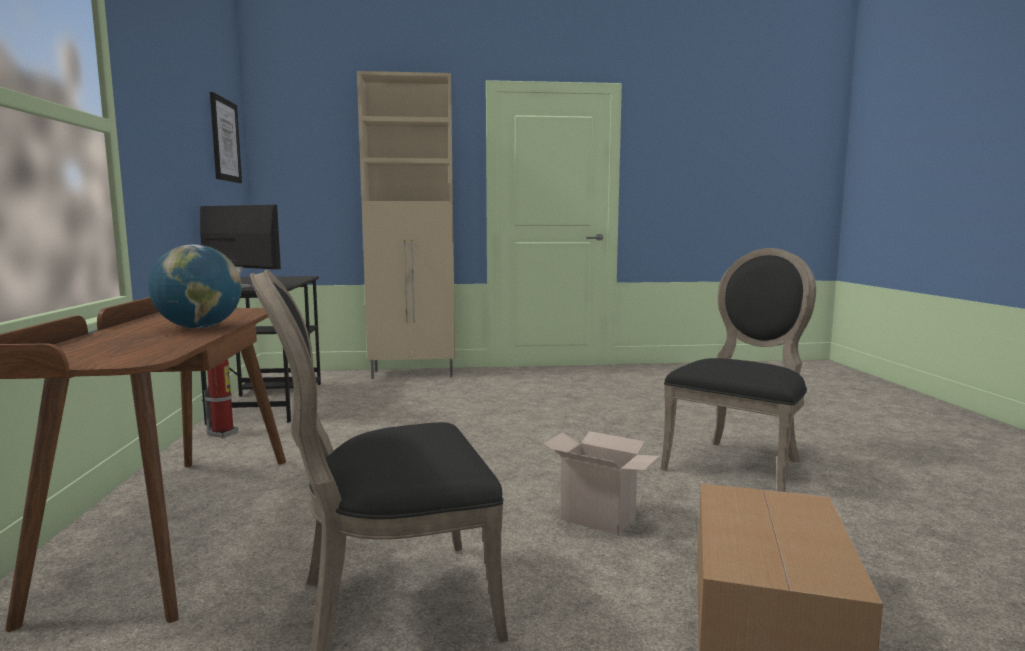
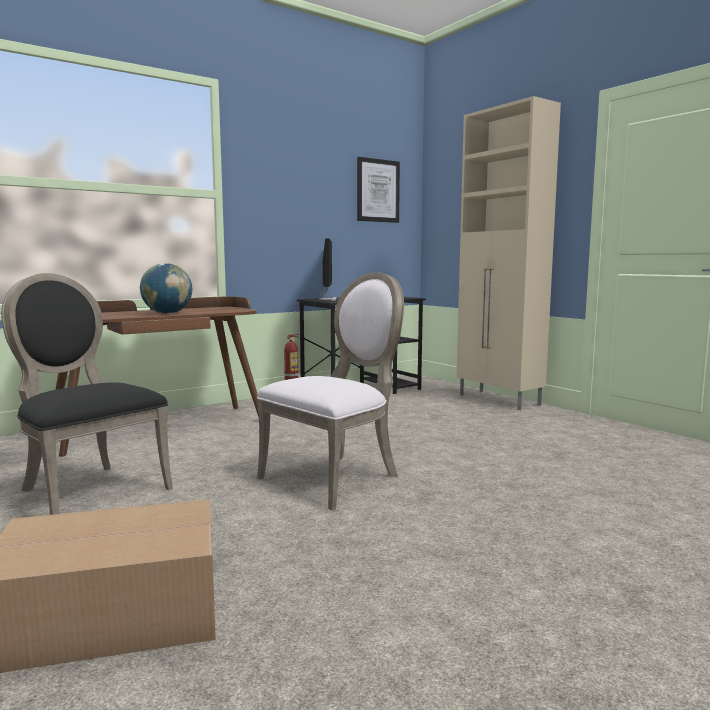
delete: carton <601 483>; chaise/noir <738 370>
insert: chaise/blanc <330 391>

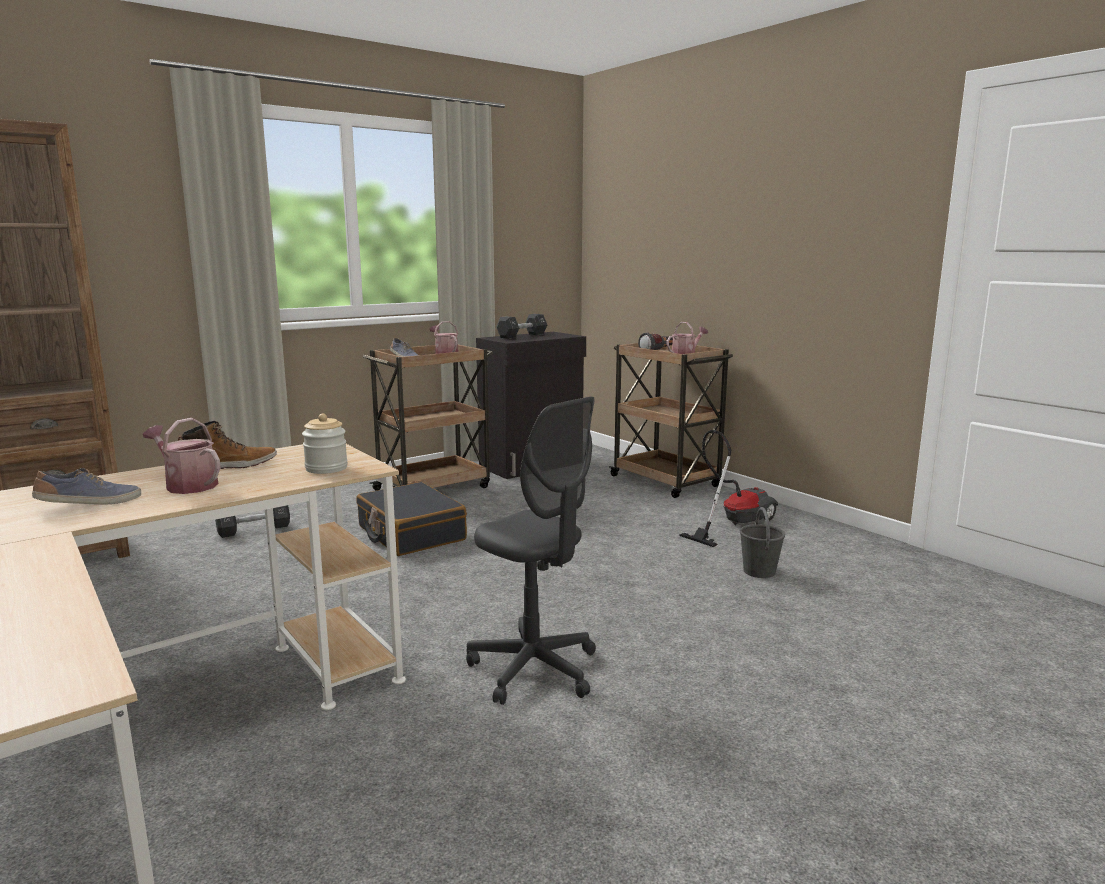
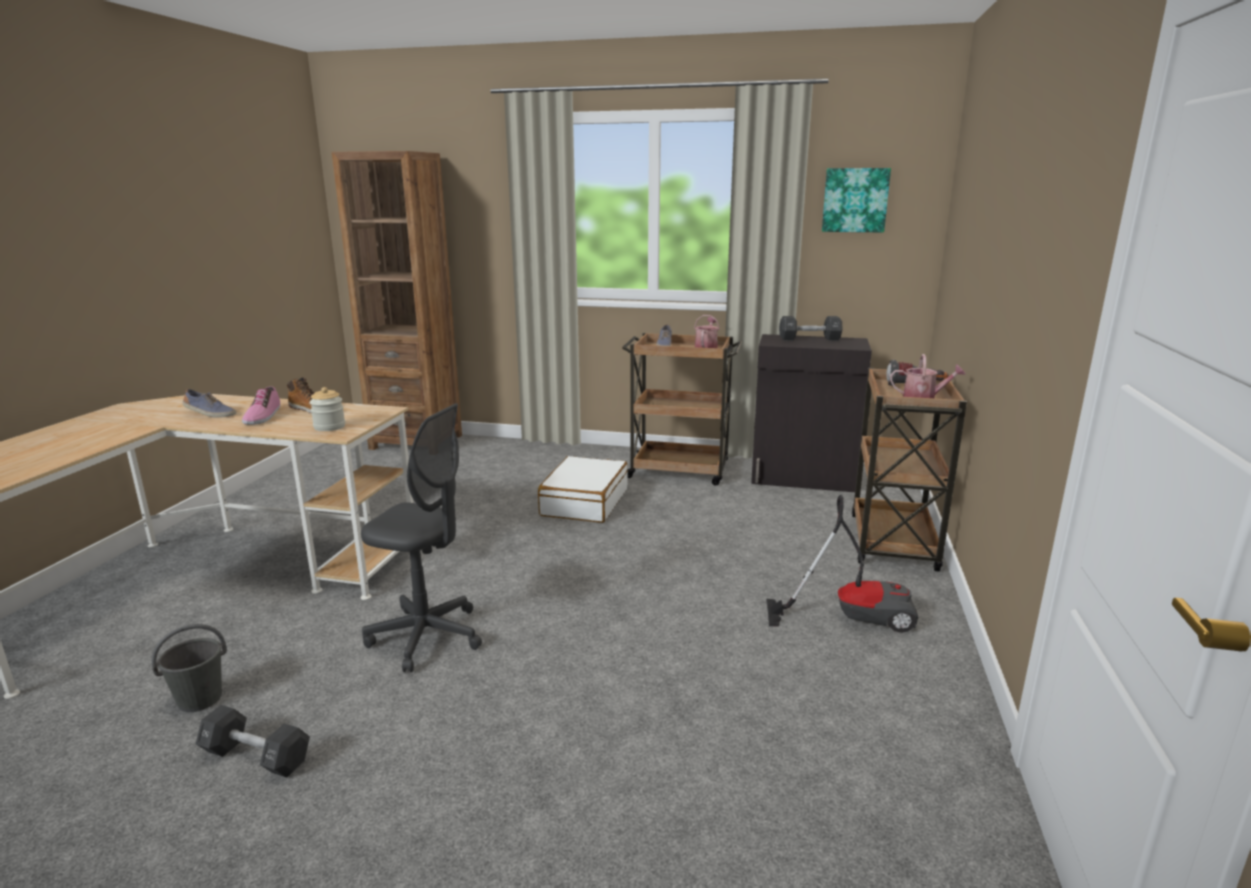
insert: tableau <856 200>
move: haltère/noir <252 521> to <253 741>; seau/gris <762 542> to <189 668>
replace: arrosoir <181 456> to chaussure <261 405>
recolor: valise/noir <411 519> to valise/blanc <583 489>
rotate: chaise de bureau/gris <531 550> = <421 537> 75 degrees counterclockwise

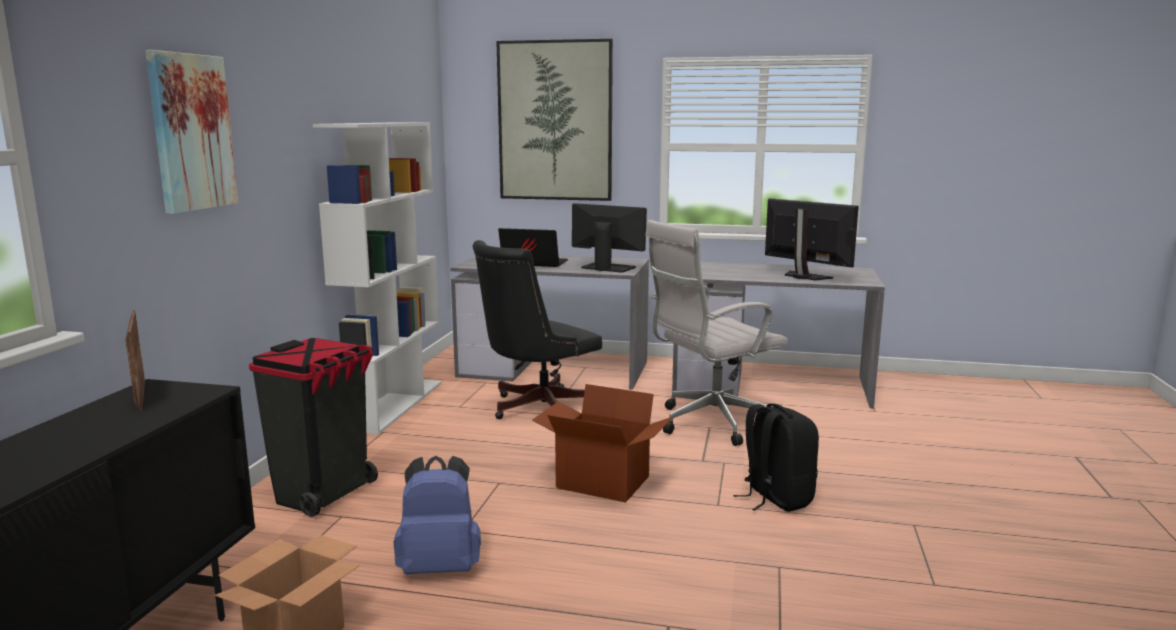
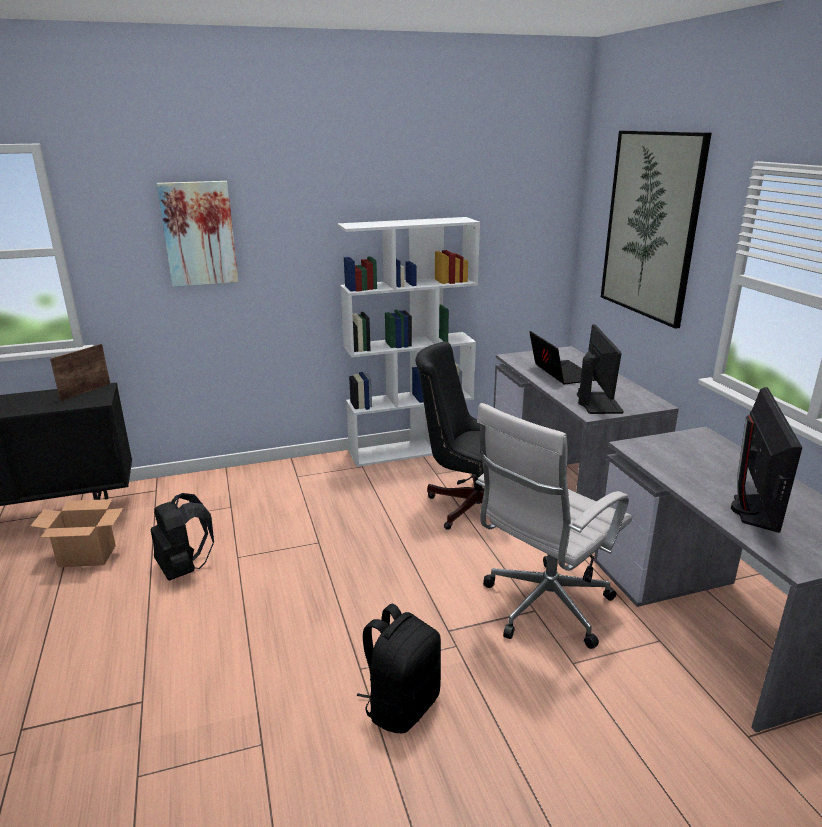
delete: poubelle/noir <313 427>; carton <603 443>
recolor: sac à dos/bleu <437 515> to sac à dos/noir <182 536>
rotate: chaise de bureau/blanc <716 333> = <554 526> 75 degrees counterclockwise

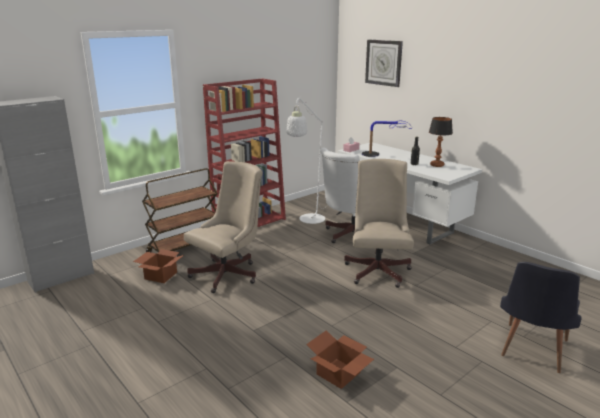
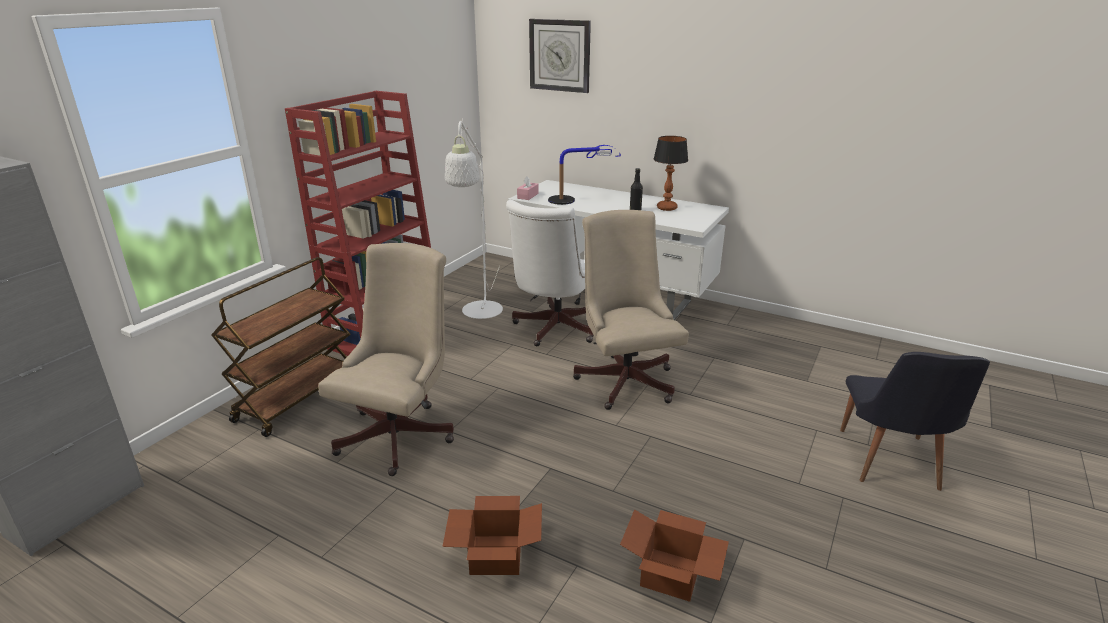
move: carton <158 266> to <492 535>

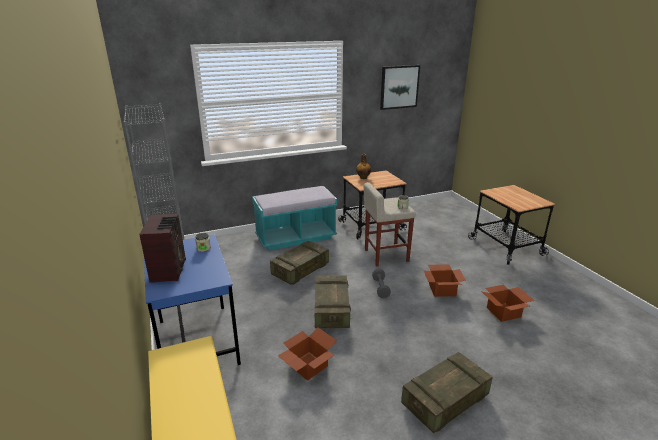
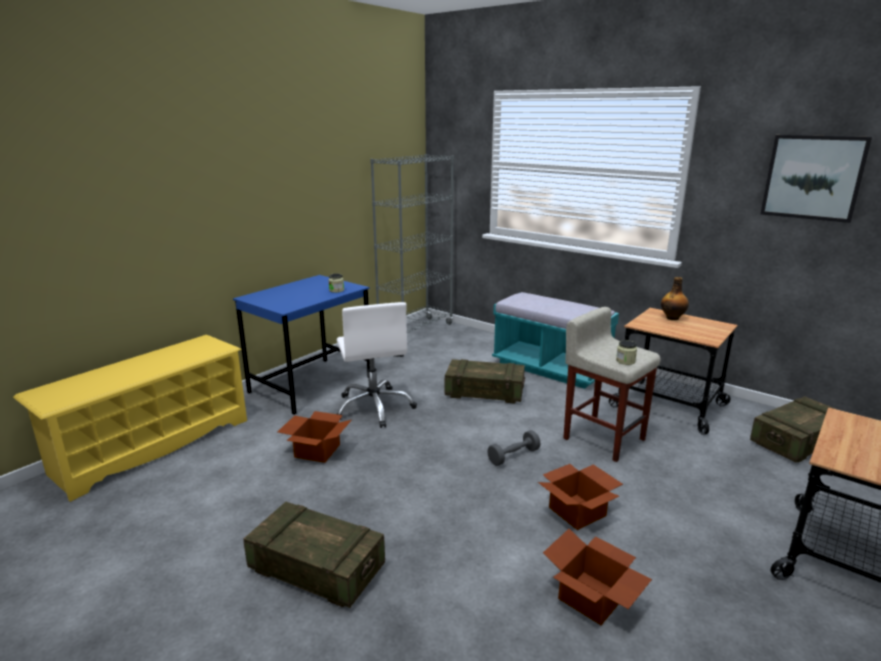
delete: radio <162 248>
insert: chaise de bureau/blanc <377 365>
move: caisse <332 302> to <794 429>

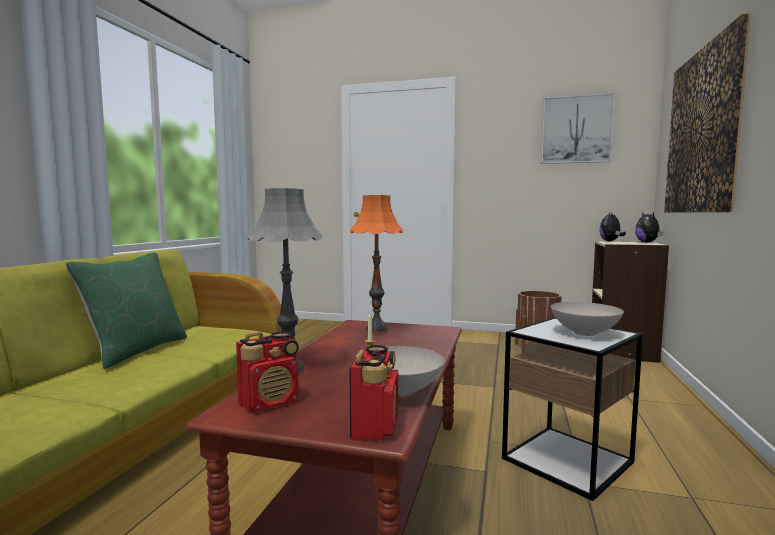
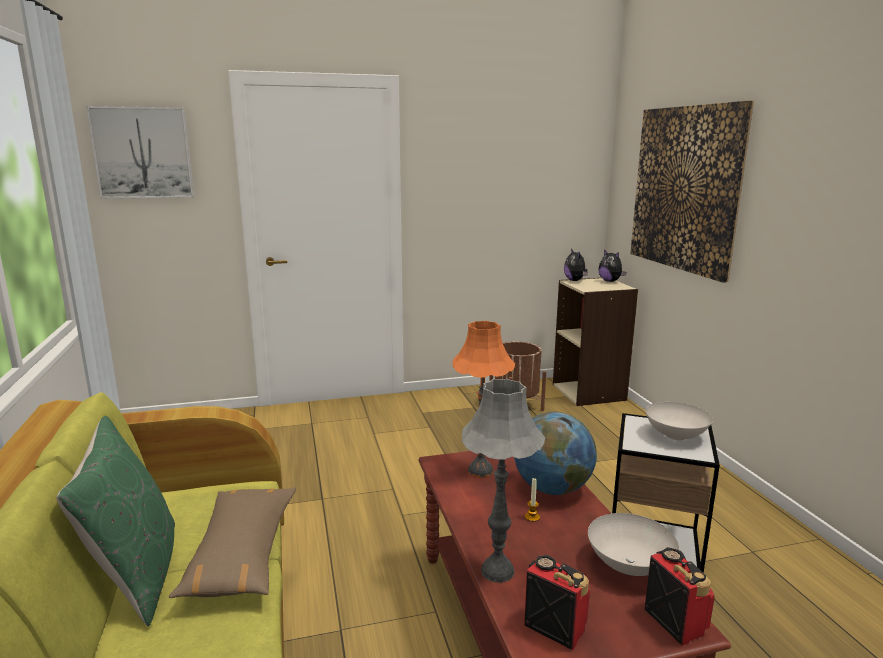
insert: coussin/marron <232 542>; globe <555 453>
move: tableau <578 128> to <140 152>
rotate: radio <267 371> = <557 602> 75 degrees counterclockwise

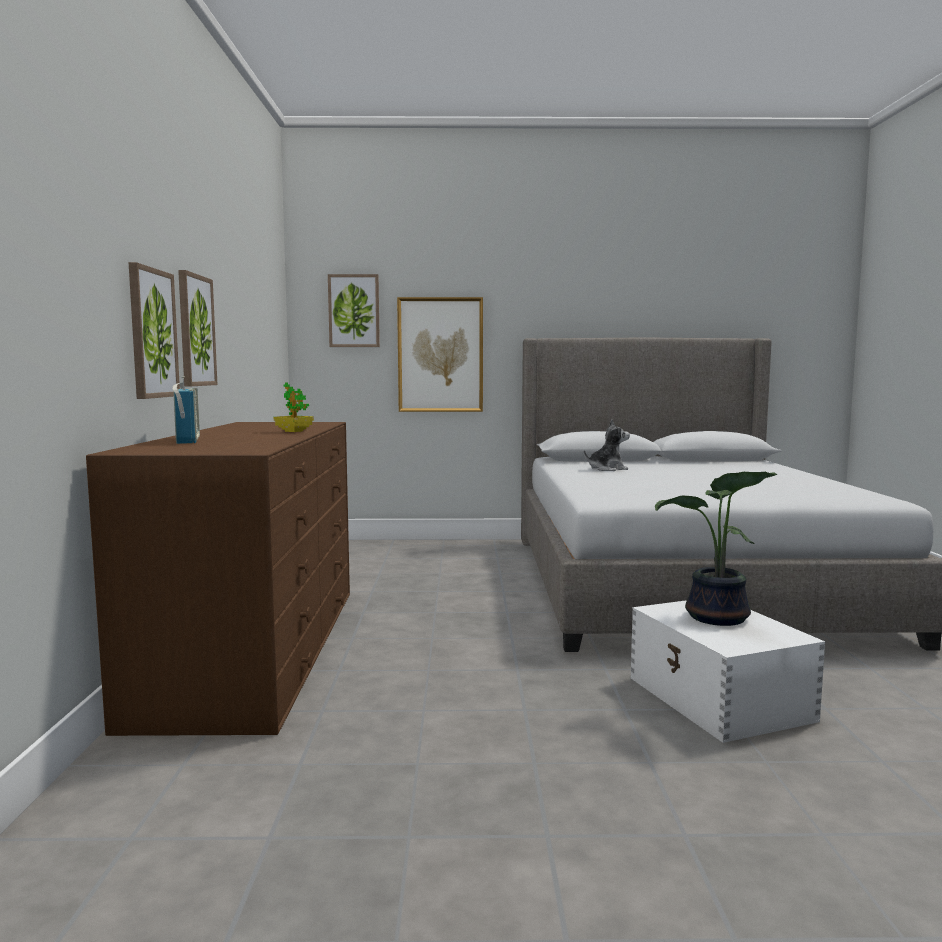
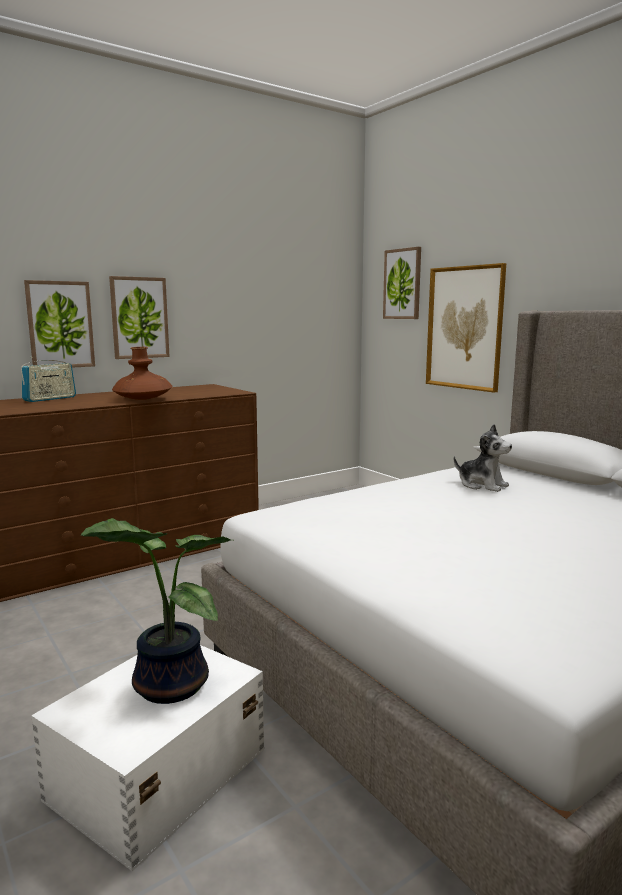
replace: plante en pot <294 407> to vase/marron <142 373>

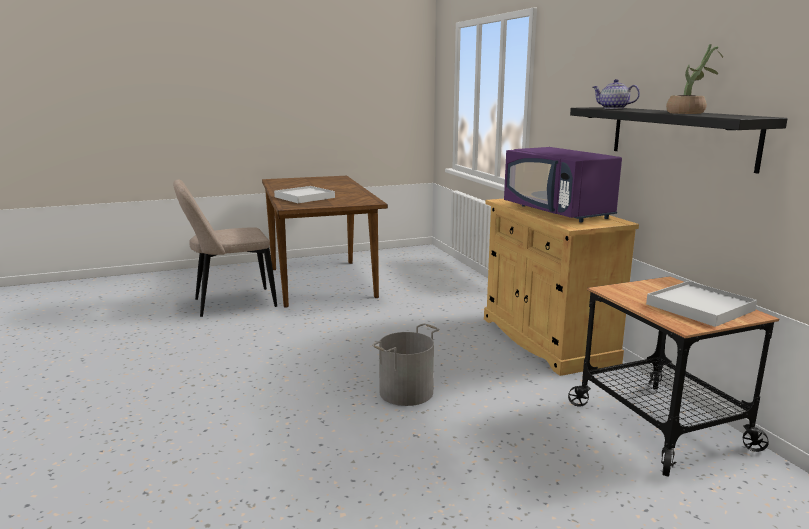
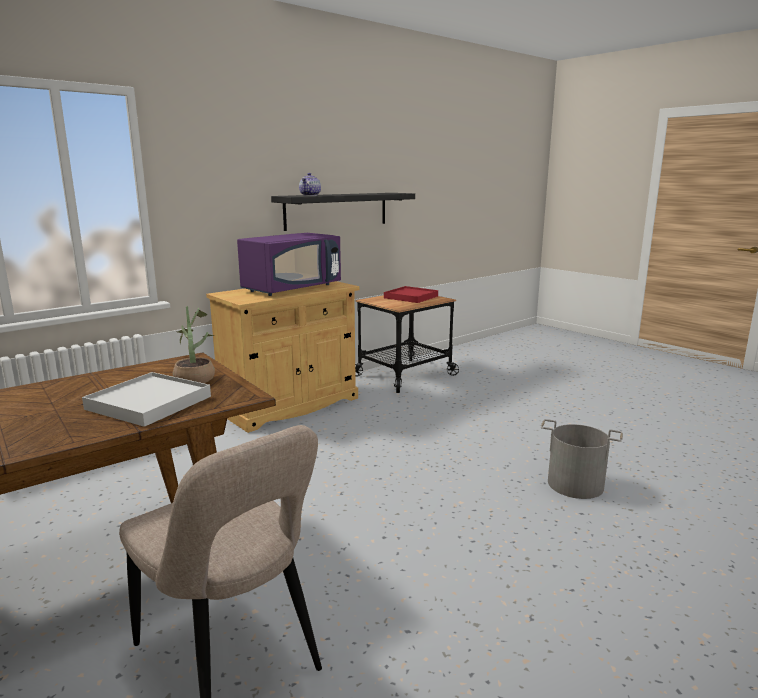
move: seau/gris <406 364> to <582 459>; plante en pot <694 79> to <193 344>
recolor: plateau/blanc <701 304> to plateau/rouge <411 294>

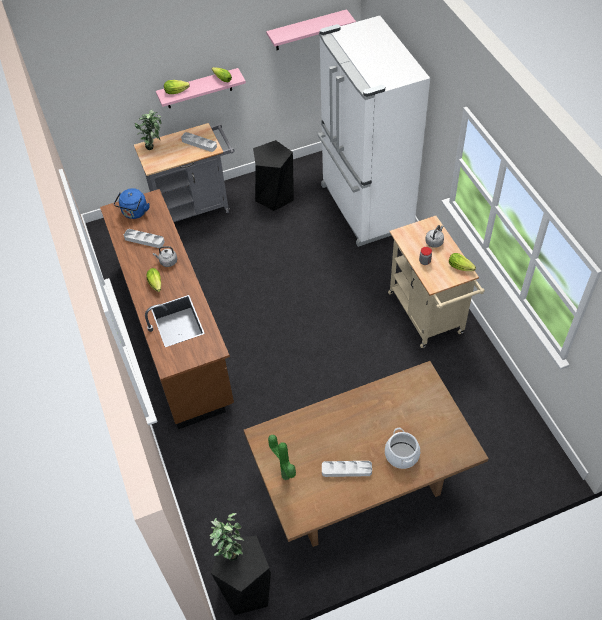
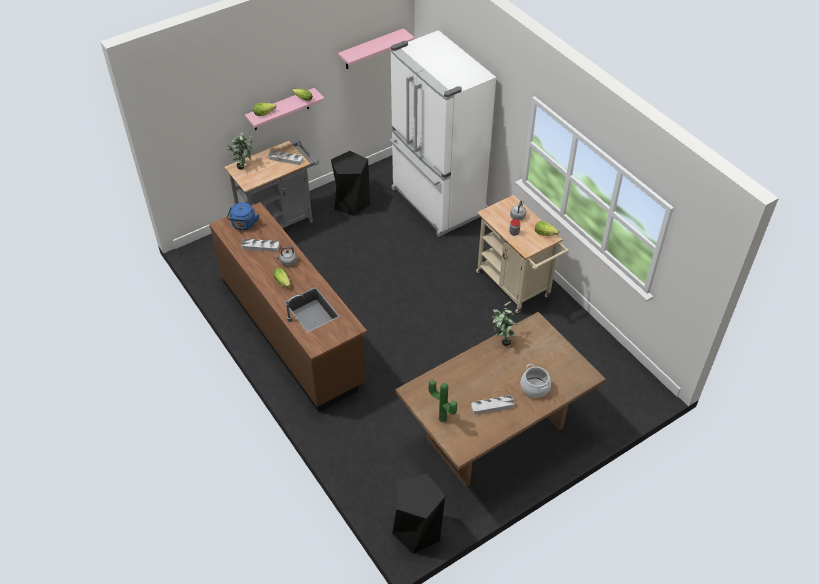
move: plante en pot <226 537> to <504 323>

